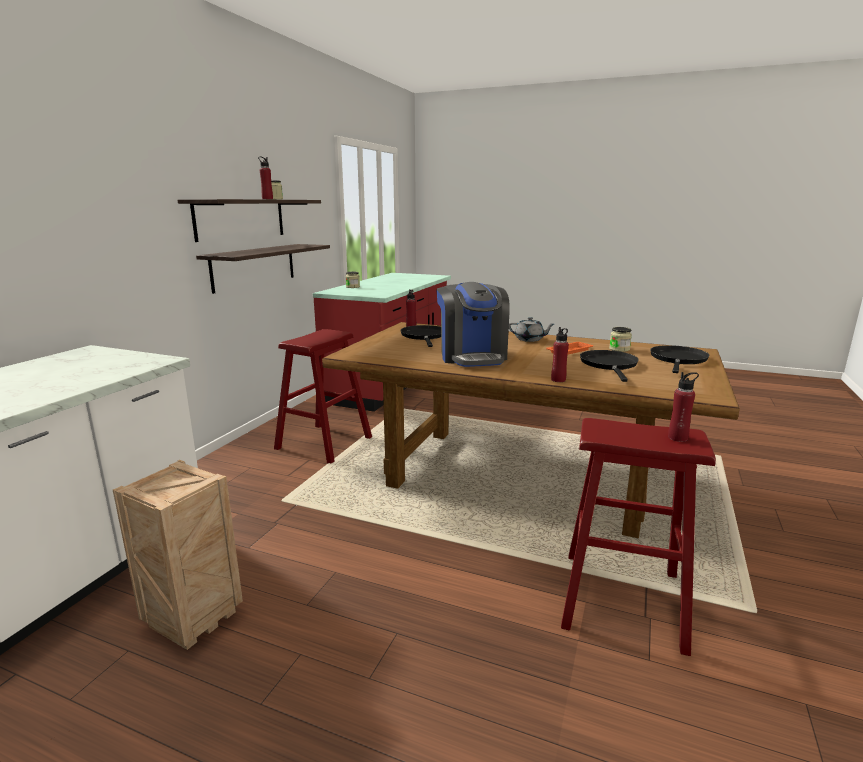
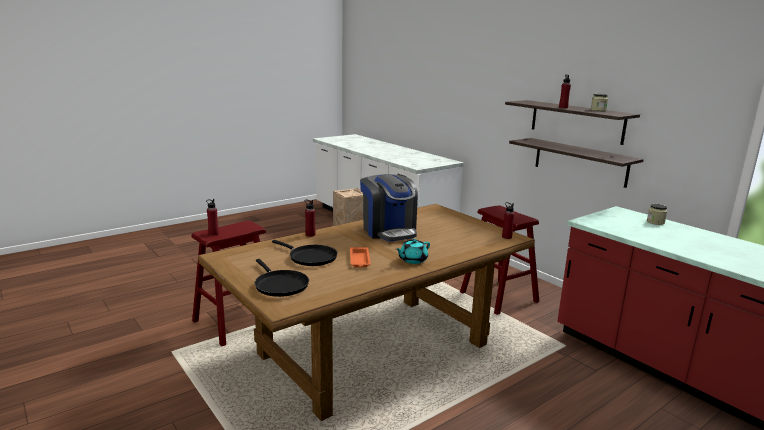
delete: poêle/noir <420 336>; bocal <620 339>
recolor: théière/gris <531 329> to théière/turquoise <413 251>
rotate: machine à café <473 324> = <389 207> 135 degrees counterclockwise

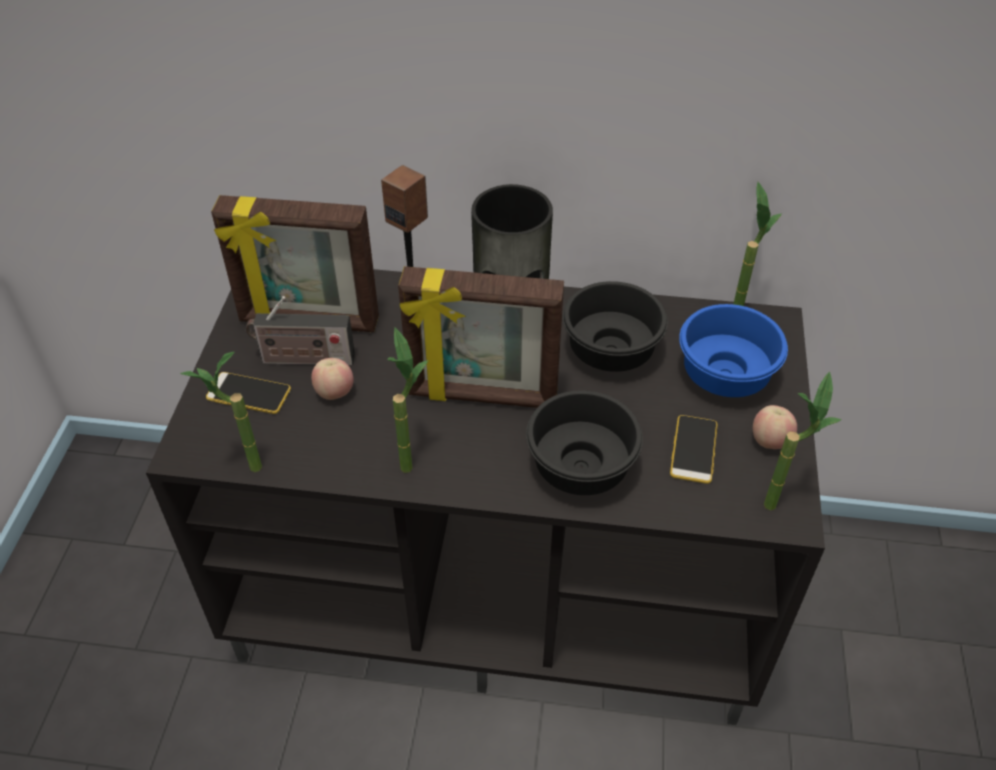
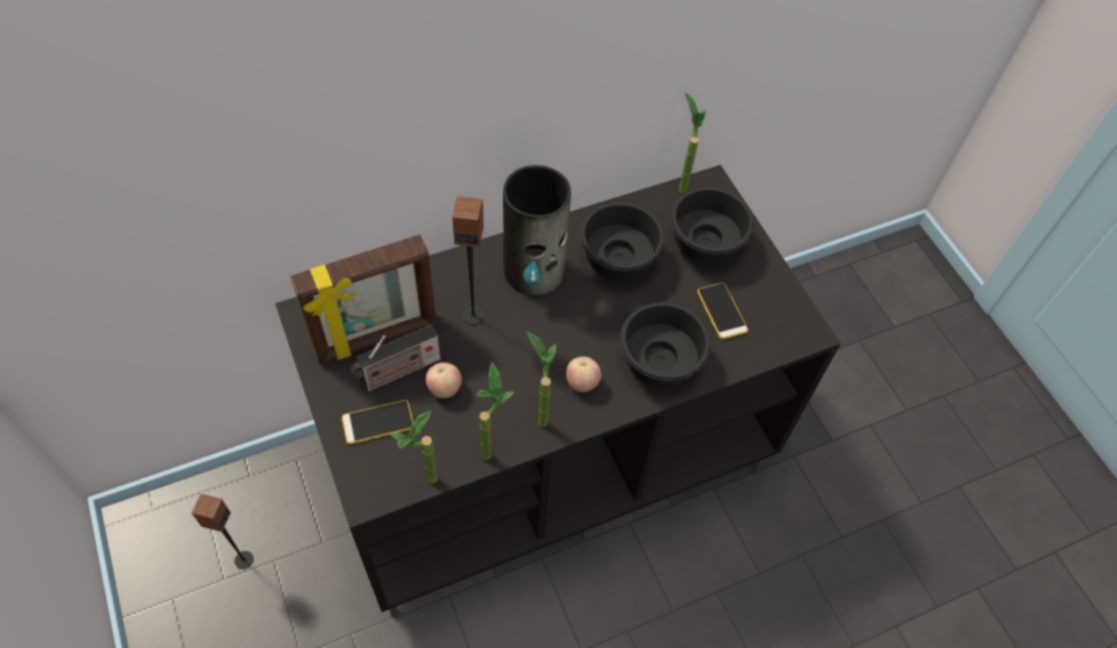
delete: cadre photo <481 337>
insert: enceinte <223 531>
move: pomme <775 427> to <583 374>; plante en pot <803 441> to <495 410>
recolor: bol/bleu <733 350> to bol/noir <712 225>

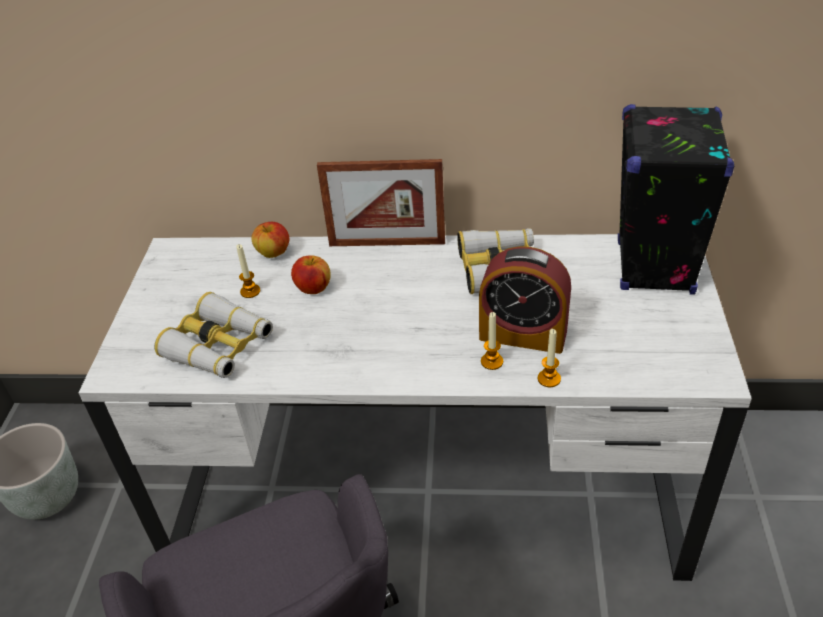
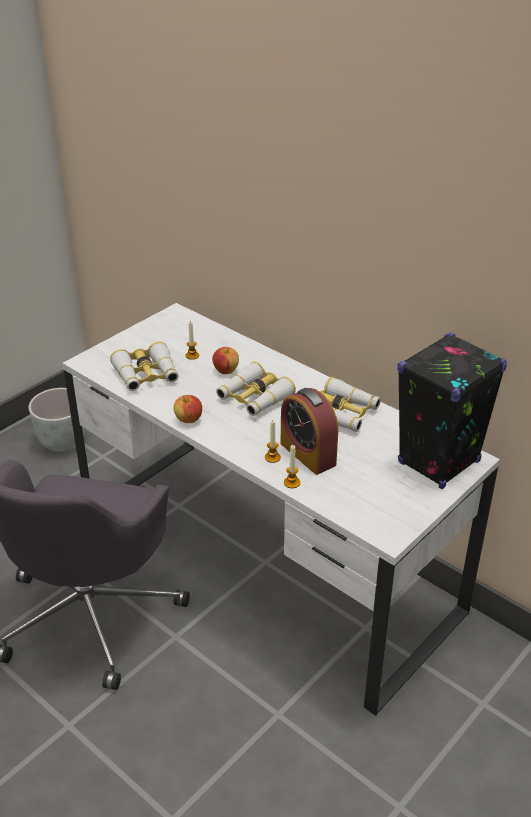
delete: cadre photo <381 202>
insert: jumelles <256 388>
move: pomme <270 240> to <187 409>

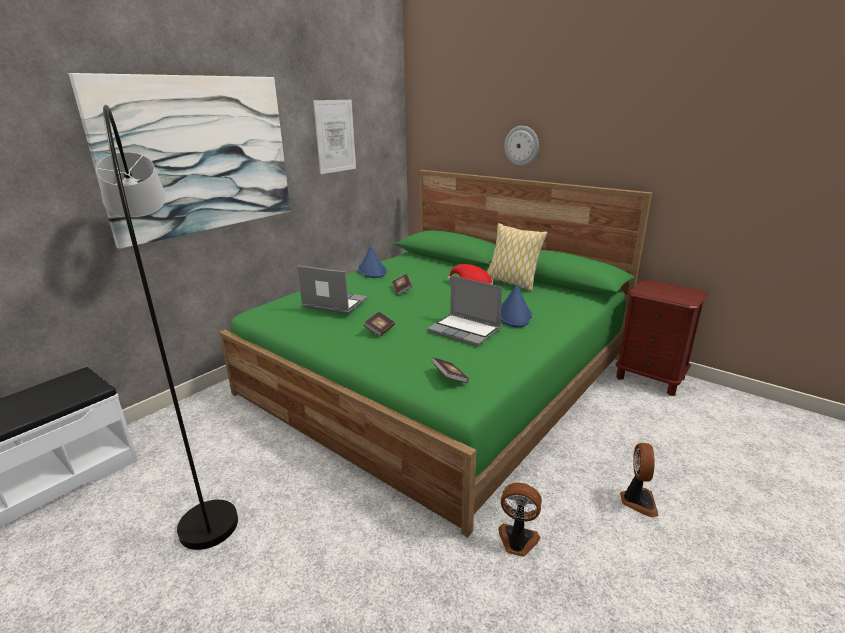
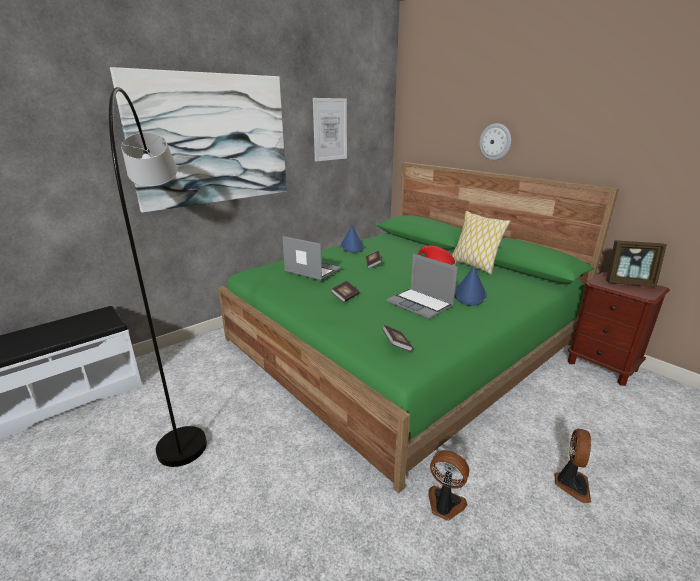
insert: cadre photo <636 263>

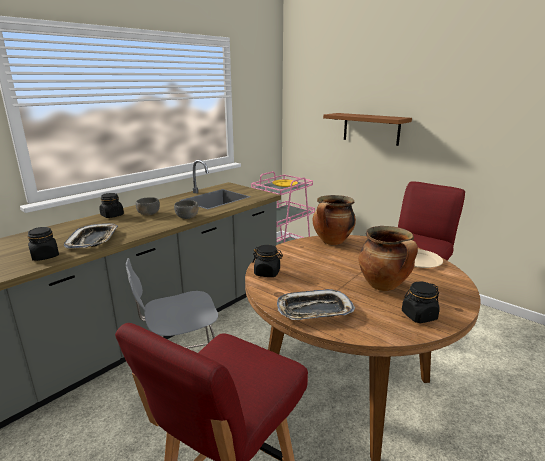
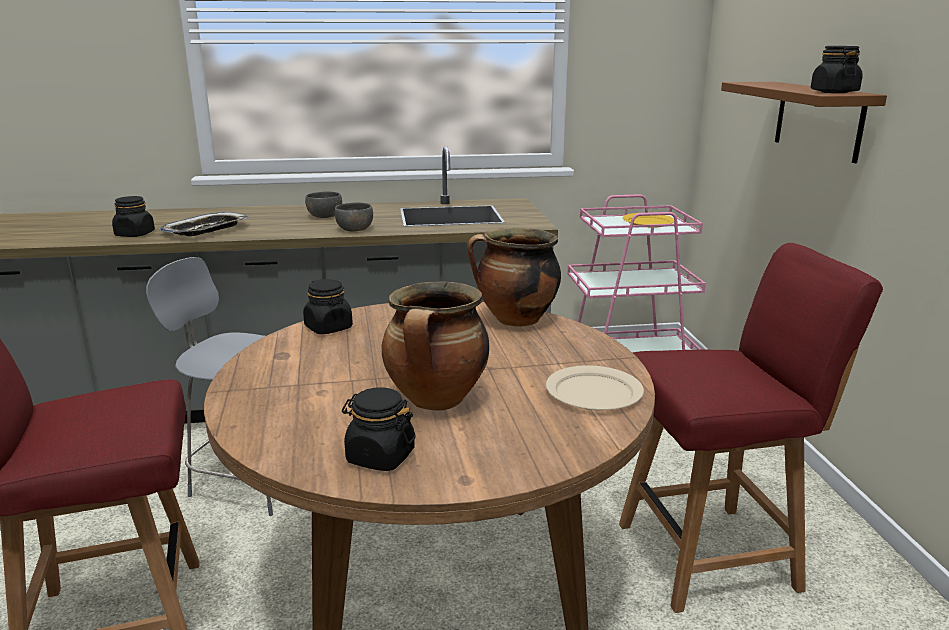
delete: plateau <316 304>
move: bocal/noir <111 205> to <837 69>

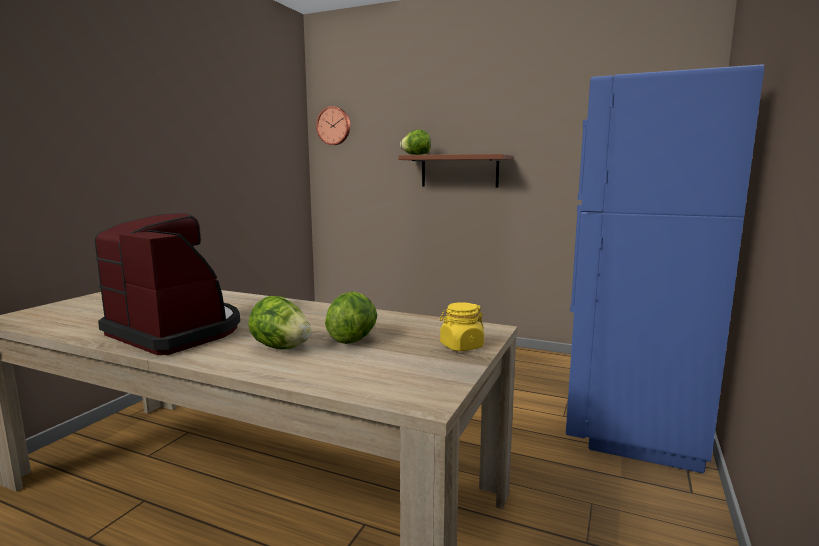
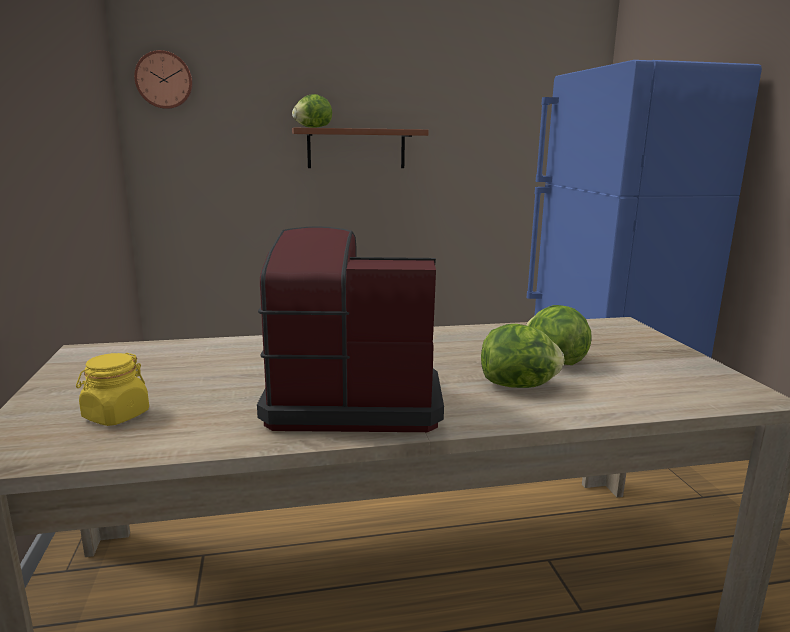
move: bocal/jaune <462 326> to <112 389>

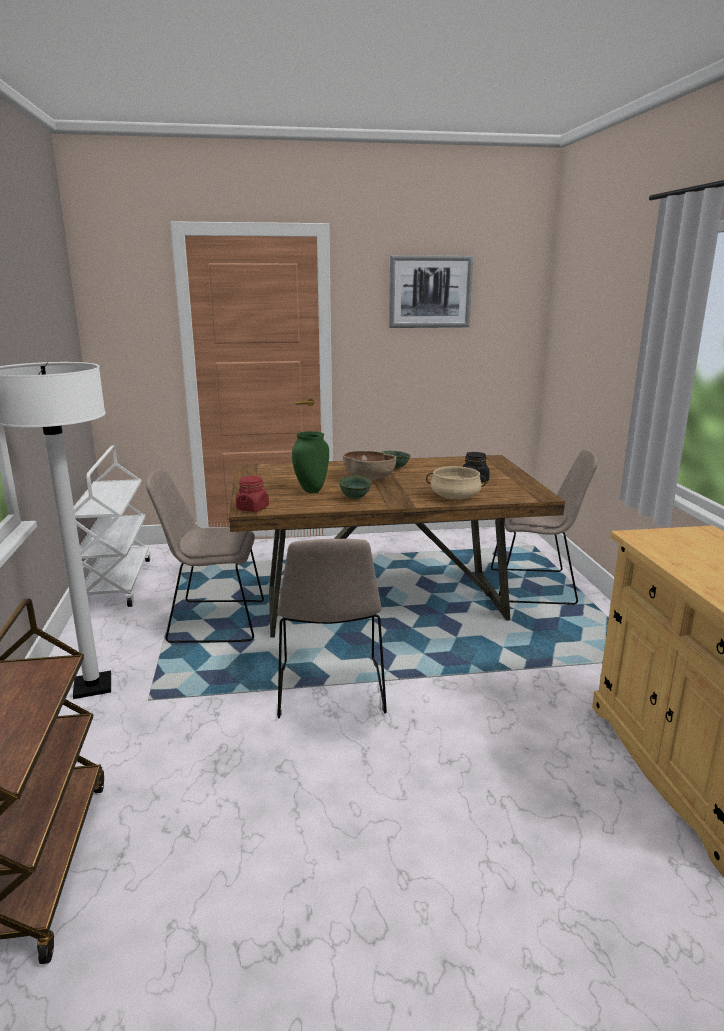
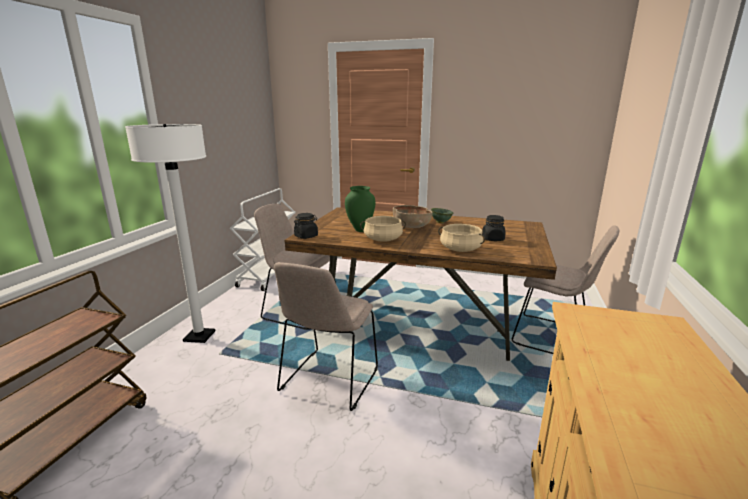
delete: tableau <431 291>
replace: bol/vert <355 488> to marmite/beige <383 229>
recolor: bocal/rouge <252 494> to bocal/noir <306 226>

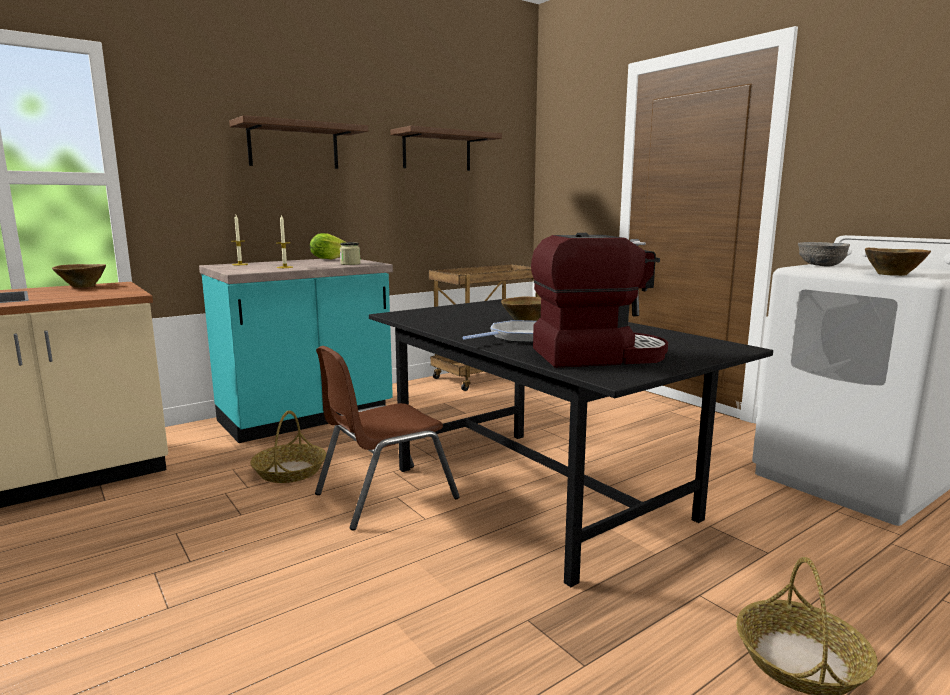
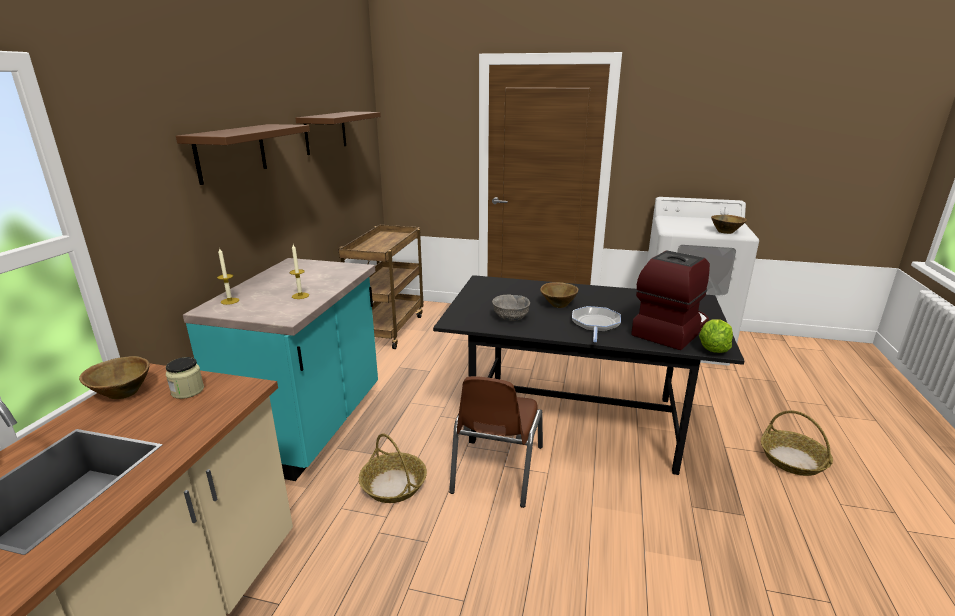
move: laitue <327 246> to <716 336>; bocal <350 253> to <185 378>; bol/gris <824 254> to <511 308>

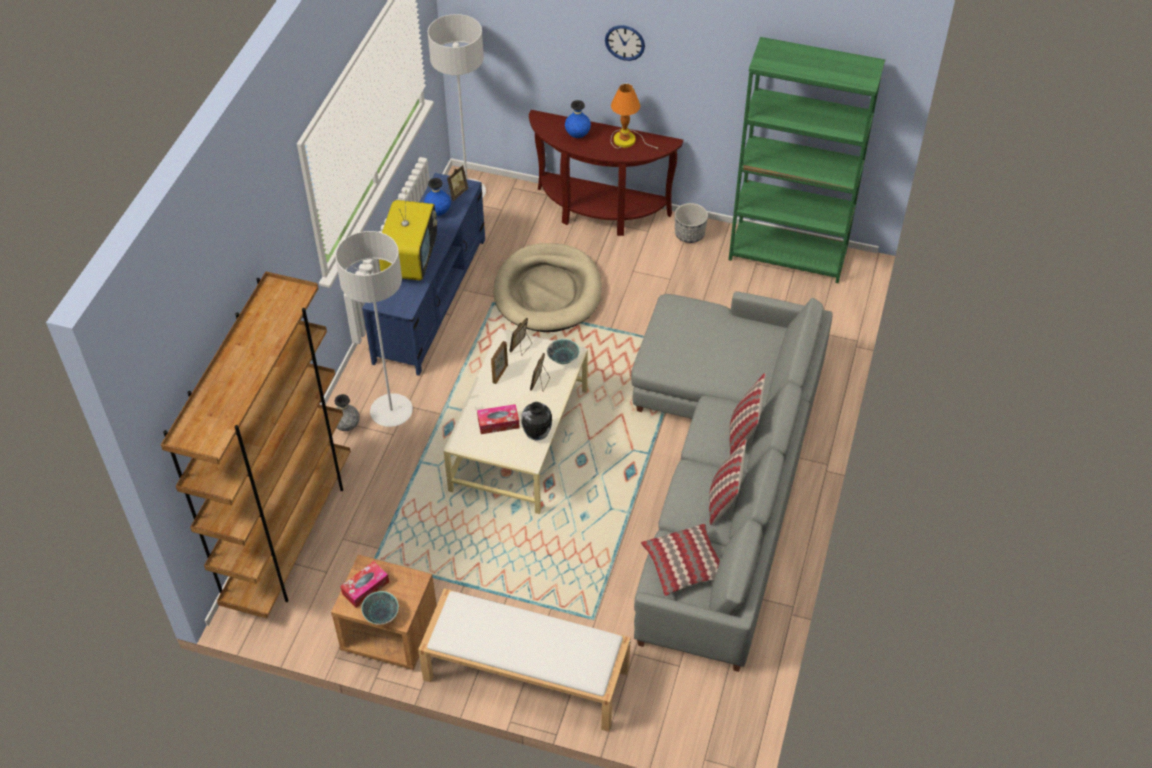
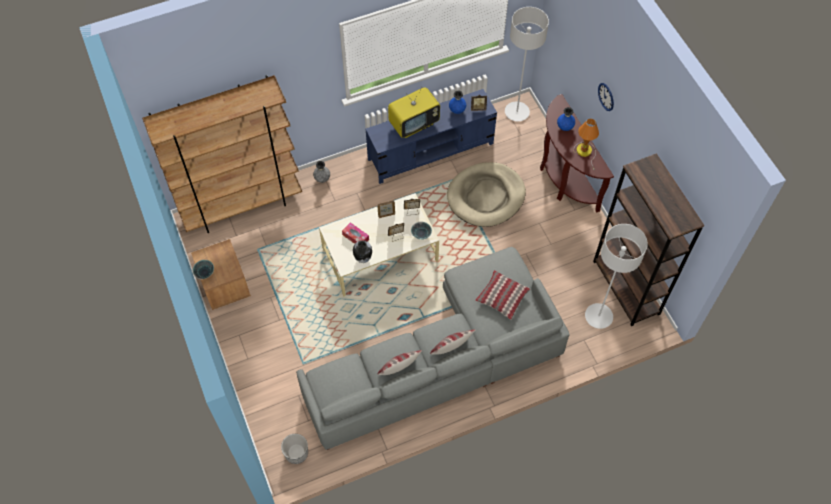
delete: boîte à mouchoirs <364 584>; banc/blanc <524 660>
move: lampadaire/gris <374 329> to <616 276>; coussin <680 560> to <503 295>; cache-pot <691 223> to <294 449>
recolor: bibliothèque/vert <807 160> to bibliothèque/marron <648 239>

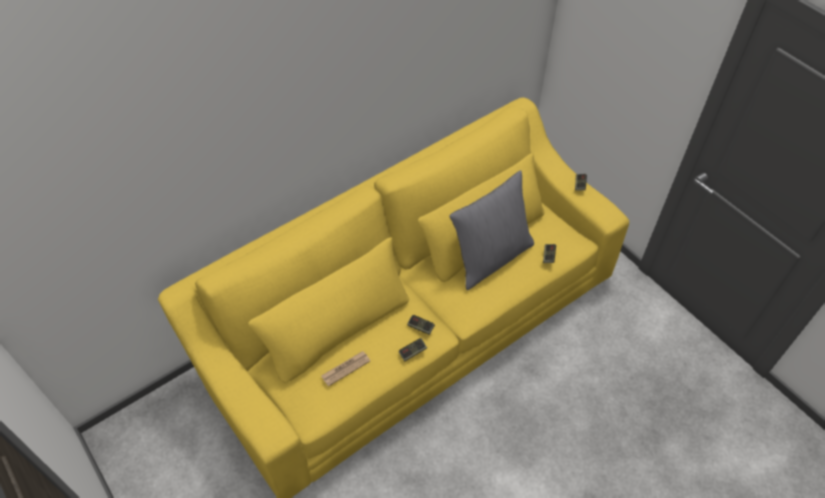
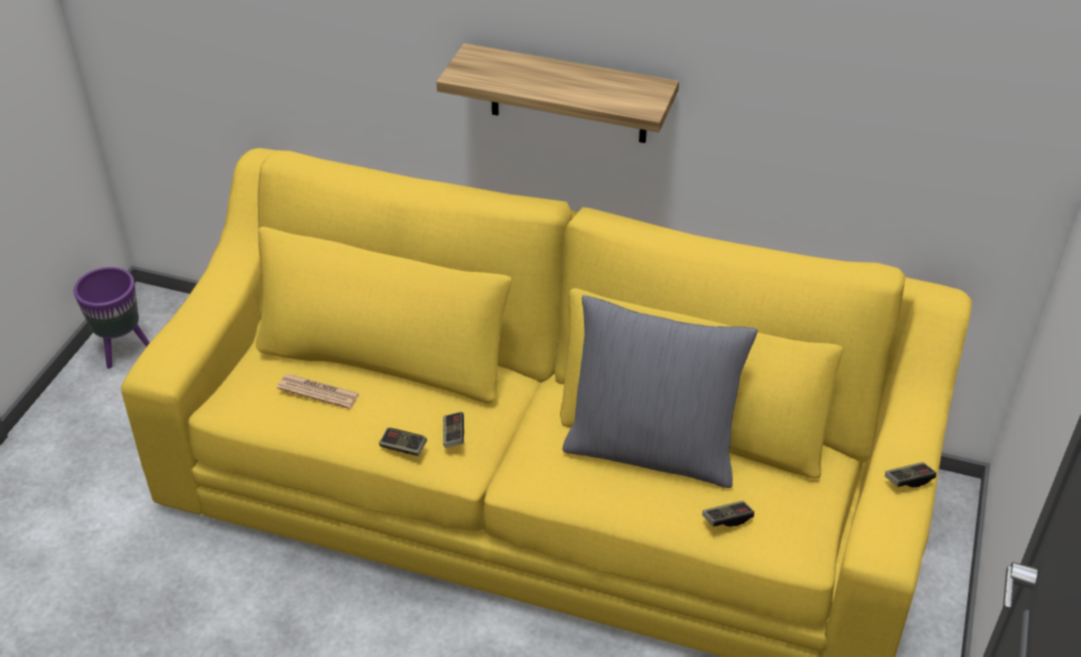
insert: cache-pot/violet <112 318>; étagère <557 93>

